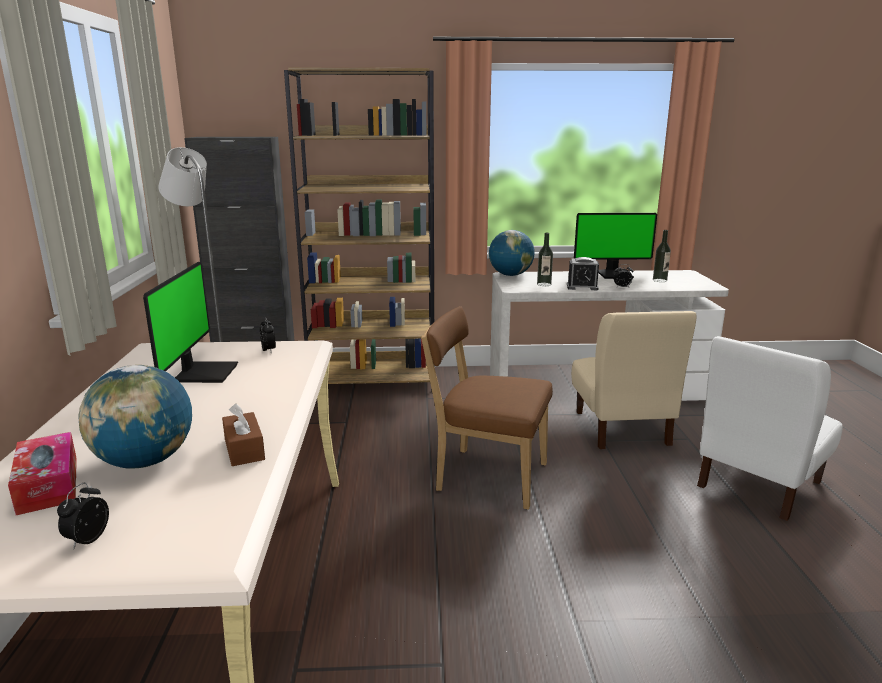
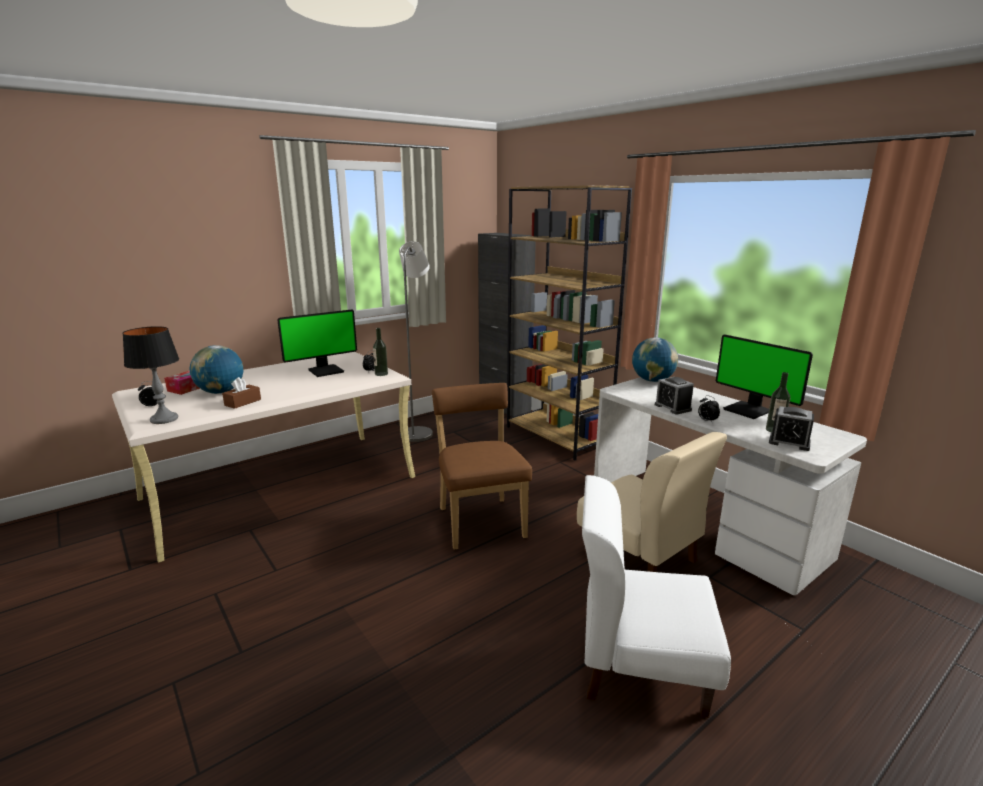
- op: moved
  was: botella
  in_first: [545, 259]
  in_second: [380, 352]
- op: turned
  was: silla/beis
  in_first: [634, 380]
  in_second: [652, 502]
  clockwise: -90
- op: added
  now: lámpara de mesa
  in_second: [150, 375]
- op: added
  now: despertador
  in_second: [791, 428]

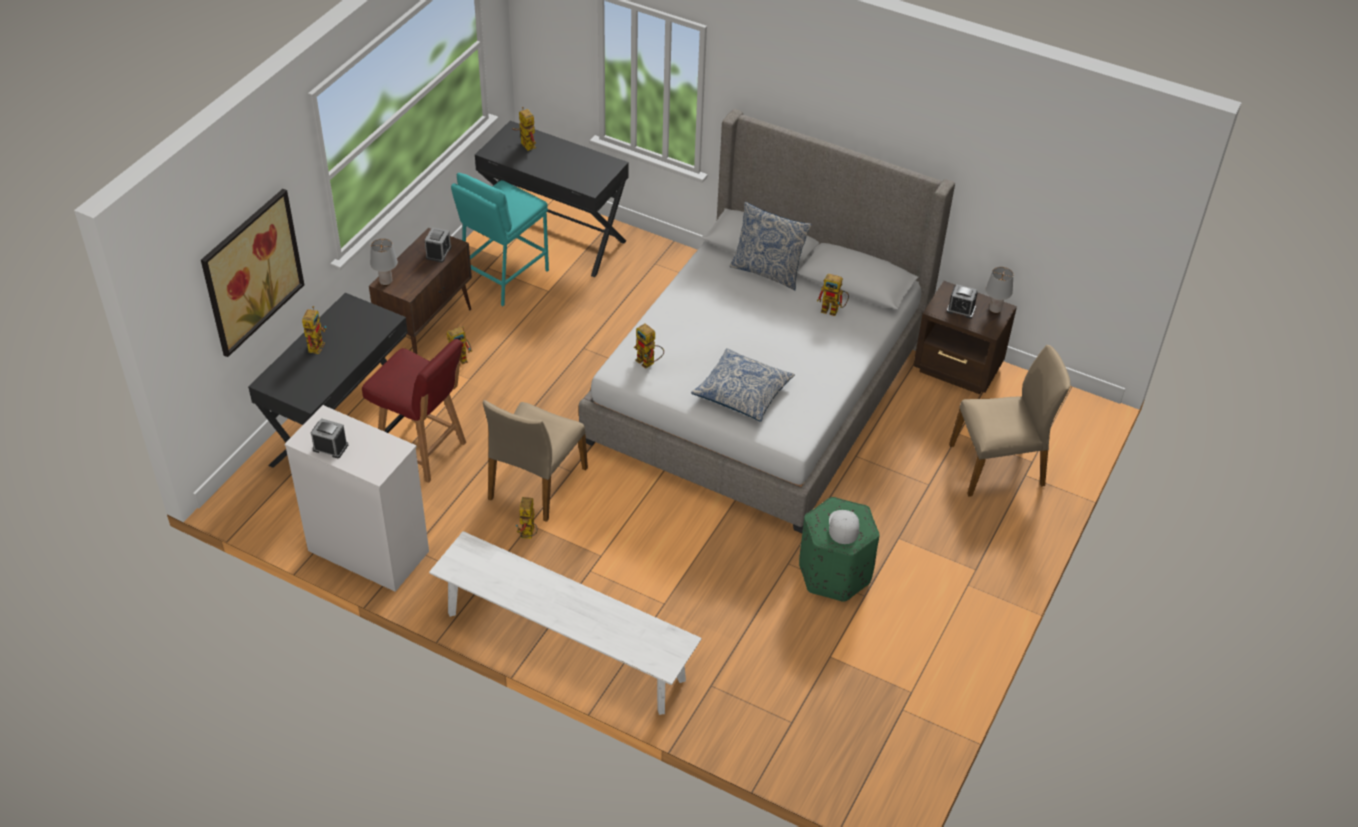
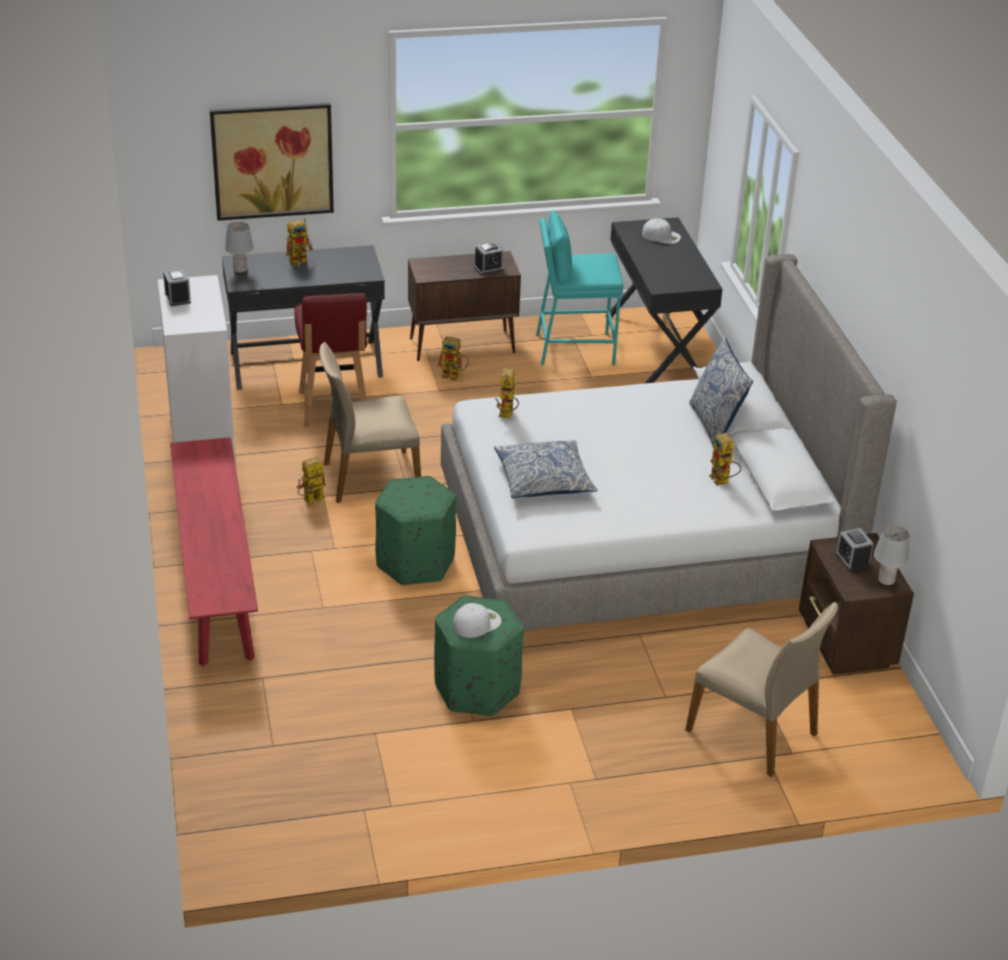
- op: moved
  was: lámpara de mesa/gris
  in_first: [384, 262]
  in_second: [239, 248]
- op: recoloured
  was: banco/blanco
  now: banco/rojo
  in_first: [565, 623]
  in_second: [214, 551]
- op: replaced
  was: robot de juguete
  now: gorra/blanco
  in_first: [524, 129]
  in_second: [661, 231]
- op: added
  now: puf/verde
  in_second: [415, 531]

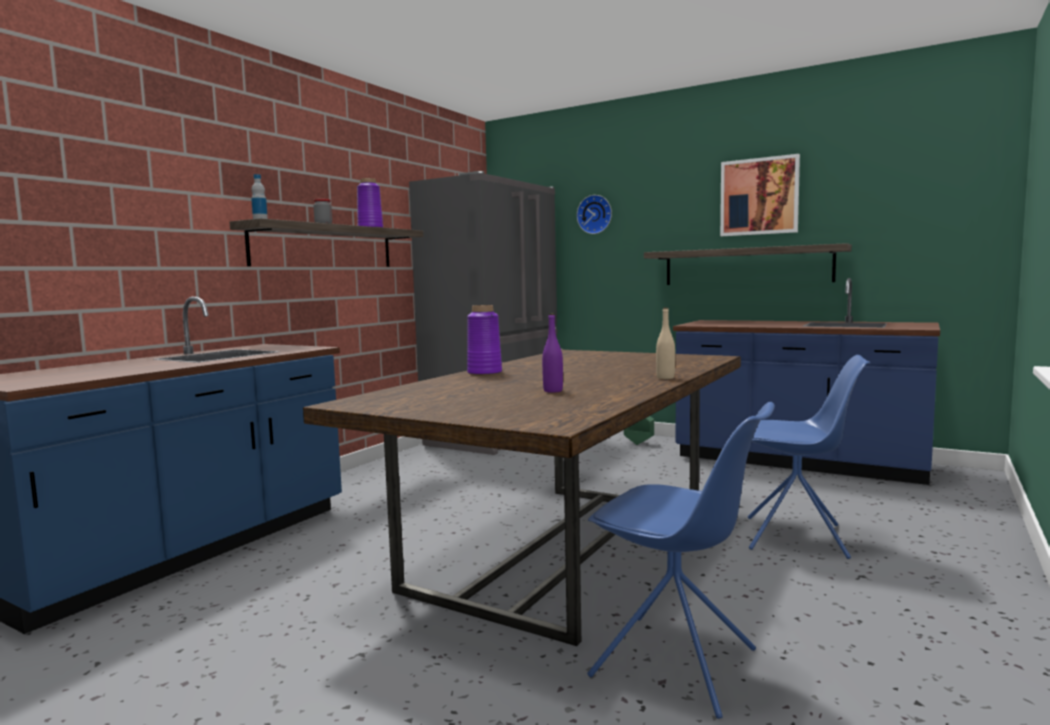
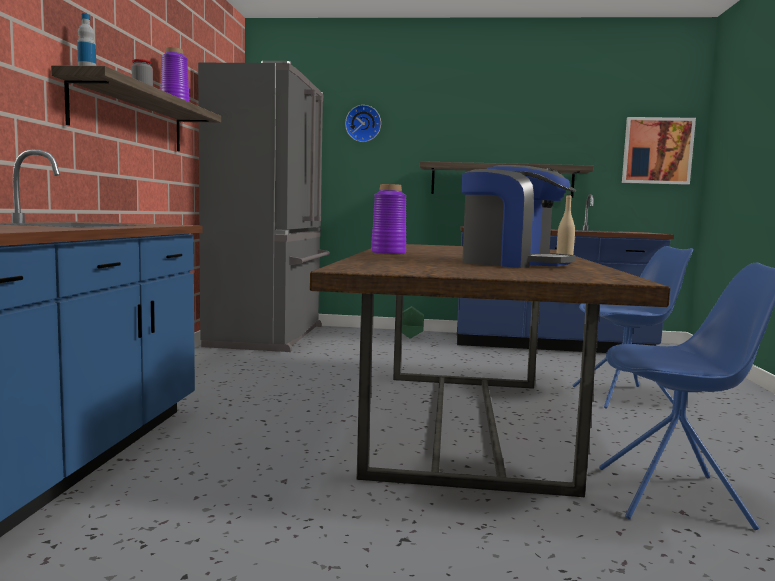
- op: replaced
  was: botella/morado
  now: cafetera
  in_first: [552, 353]
  in_second: [519, 216]
- op: moved
  was: cuadro
  in_first: [760, 195]
  in_second: [659, 151]

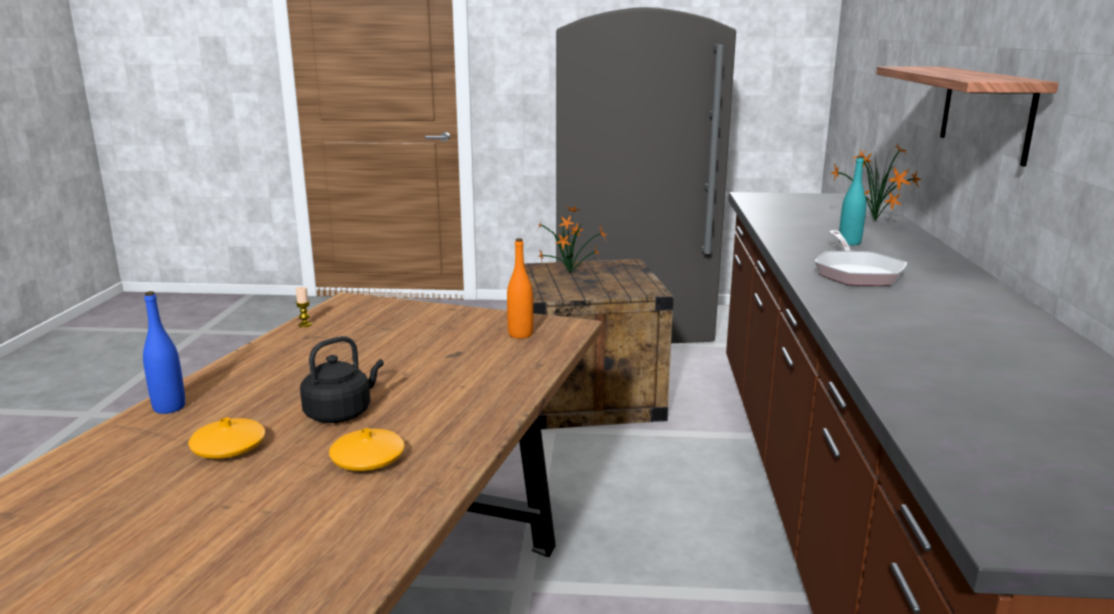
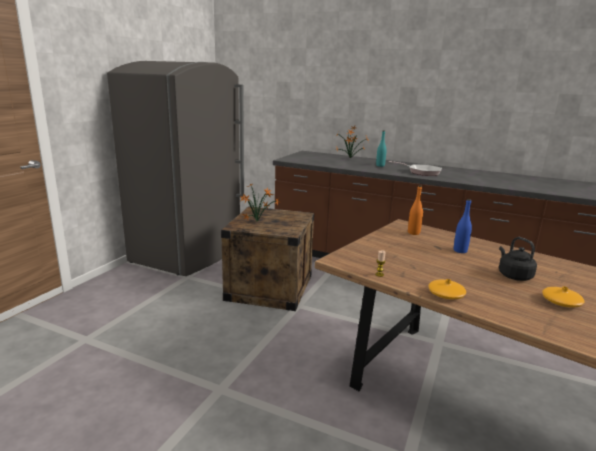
- op: moved
  was: botella/azul
  in_first: [164, 352]
  in_second: [463, 226]
- op: moved
  was: florero/naranja
  in_first: [367, 449]
  in_second: [447, 289]
- op: removed
  was: estante
  in_first: [967, 116]

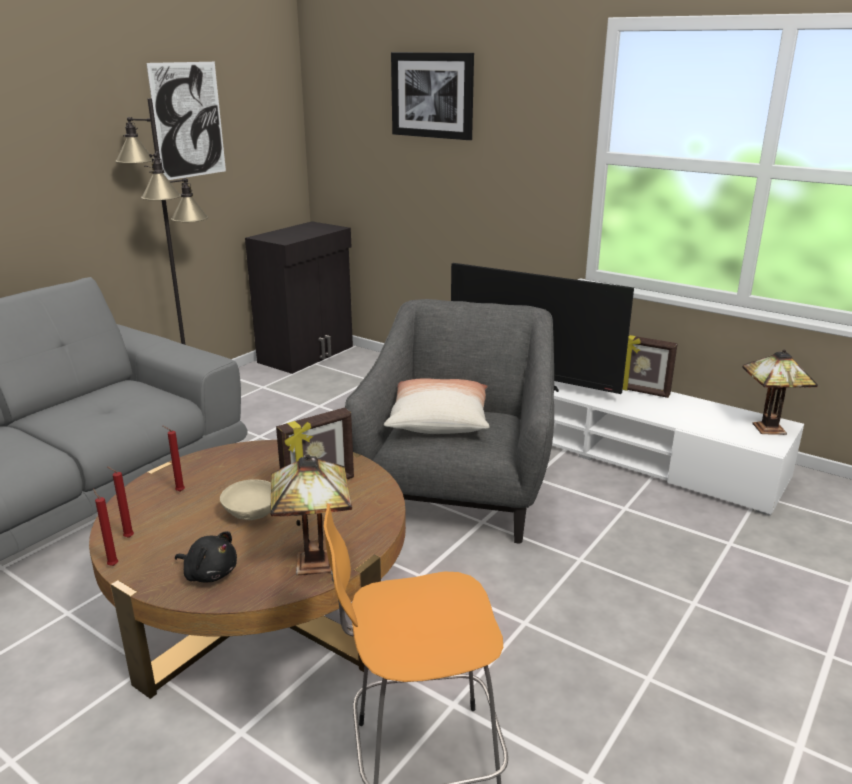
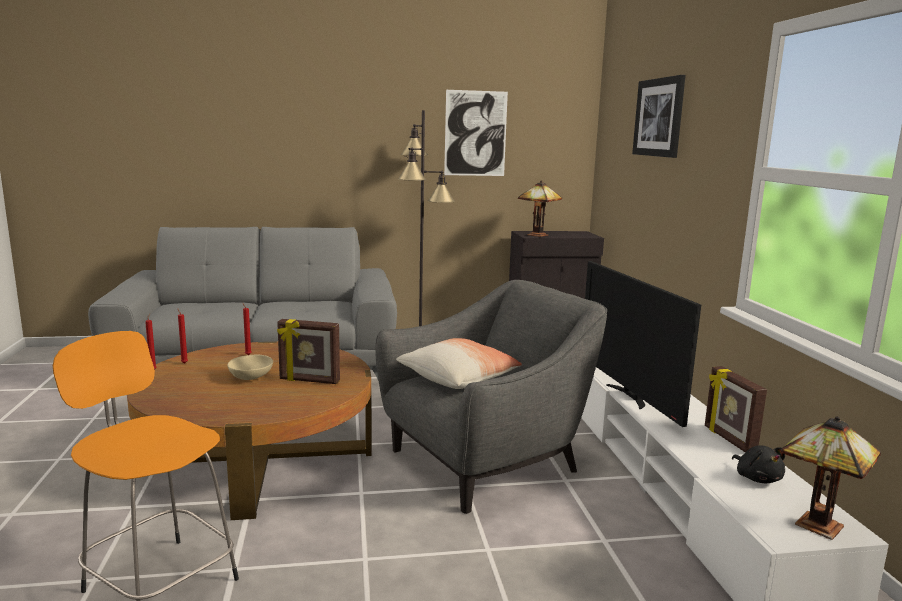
- op: moved
  was: peluche/negro
  in_first: [206, 557]
  in_second: [758, 464]
- op: moved
  was: lámpara de mesa
  in_first: [311, 515]
  in_second: [540, 209]

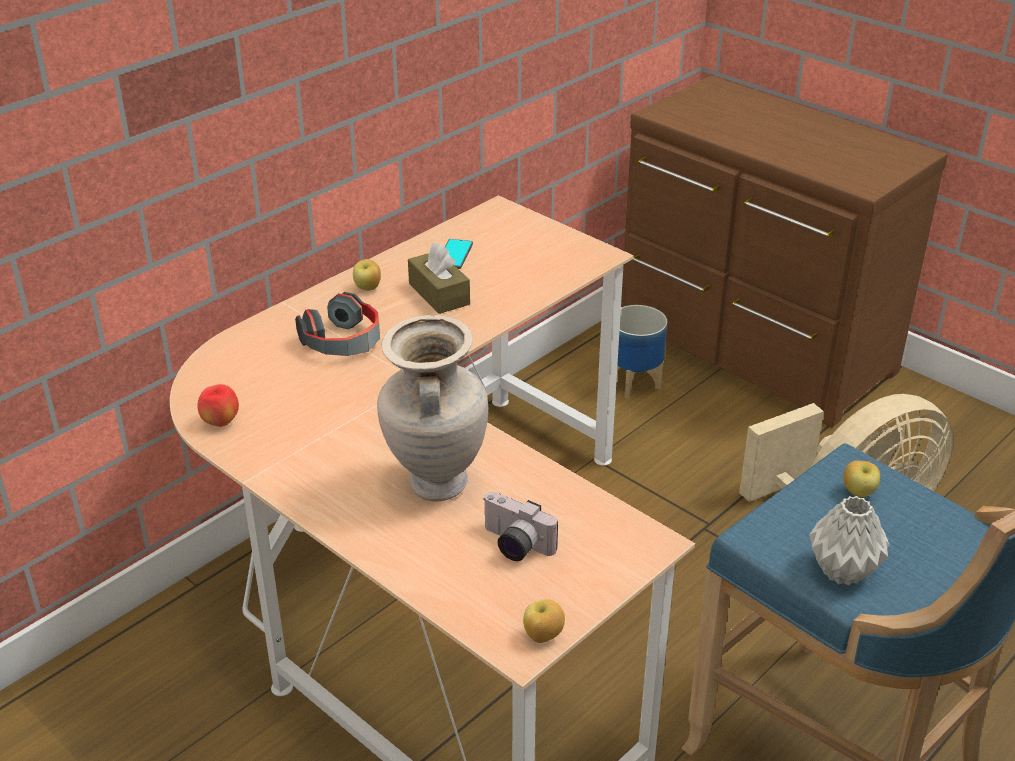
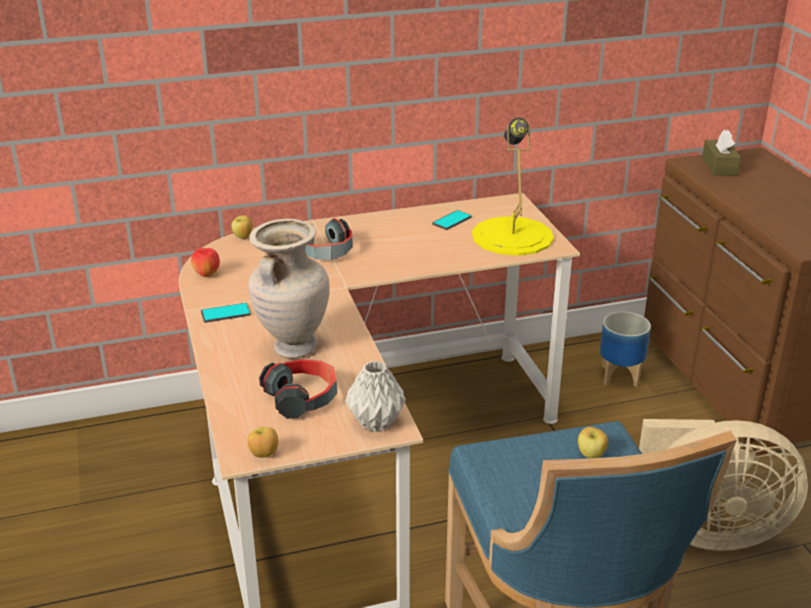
- op: moved
  was: manzana
  in_first: [367, 275]
  in_second: [242, 227]
- op: moved
  was: caja de pañuelos/marrón
  in_first: [439, 278]
  in_second: [721, 153]
- op: replaced
  was: cámara
  now: auriculares
  in_first: [520, 526]
  in_second: [298, 389]
- op: moved
  was: florero/gris
  in_first: [849, 541]
  in_second: [375, 396]
- op: added
  now: móvil
  in_second: [226, 313]
- op: added
  now: lámpara de mesa/amarillo
  in_second: [513, 187]

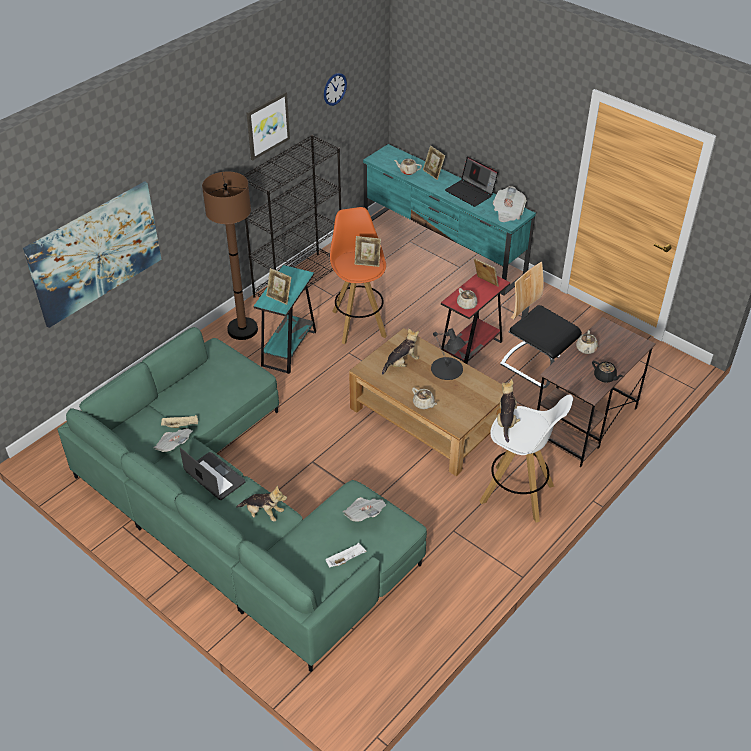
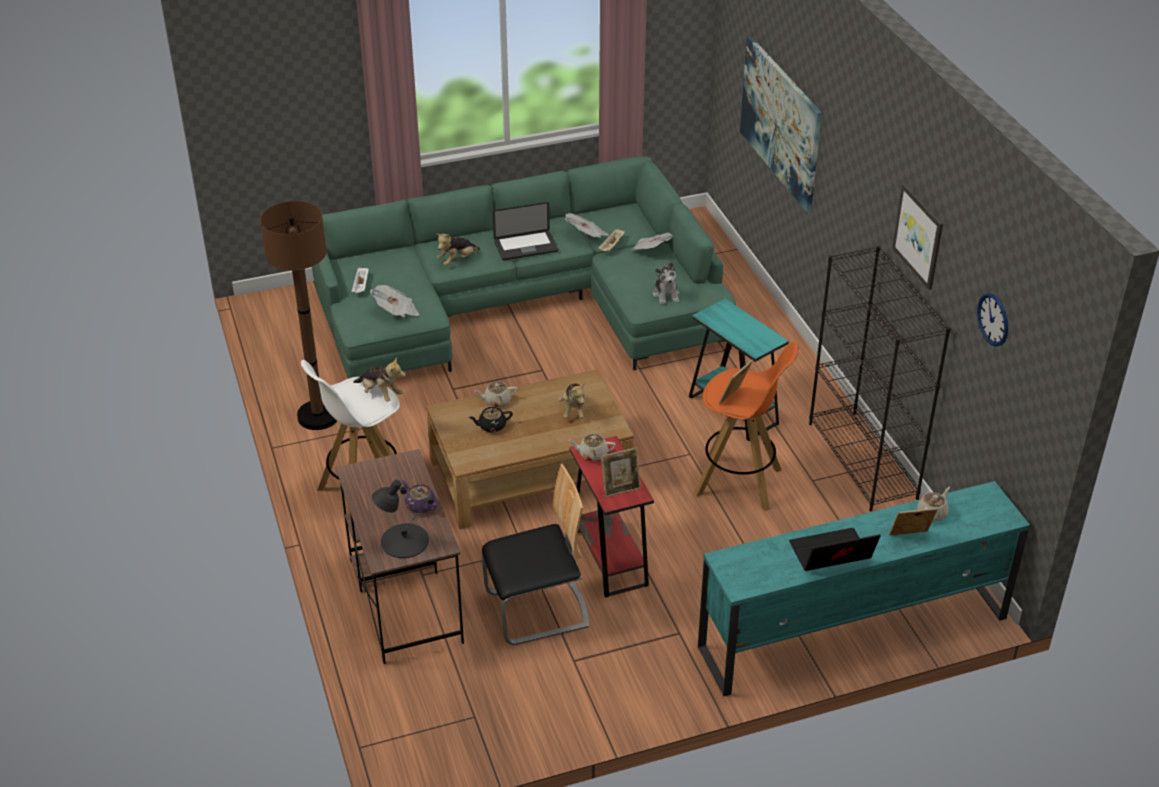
- op: moved
  was: lámpara de pie/marrón
  in_first: [230, 255]
  in_second: [298, 315]
- op: removed
  was: portarretratos
  in_first: [279, 286]
- op: moved
  was: lámpara de mesa/negro
  in_first: [448, 354]
  in_second: [403, 519]
- op: moved
  was: periódico
  in_first: [510, 204]
  in_second: [651, 241]
- op: recoloured
  was: tetera/beis
  now: tetera/morado
  in_first: [587, 342]
  in_second: [419, 496]
- op: moved
  was: tetera/negro
  in_first: [607, 372]
  in_second: [491, 420]
- op: added
  now: peluche
  in_second: [666, 283]

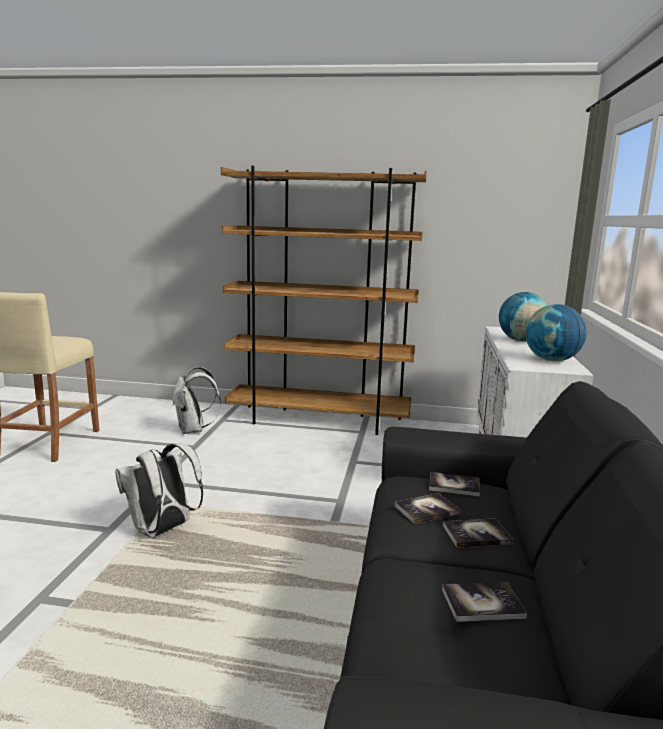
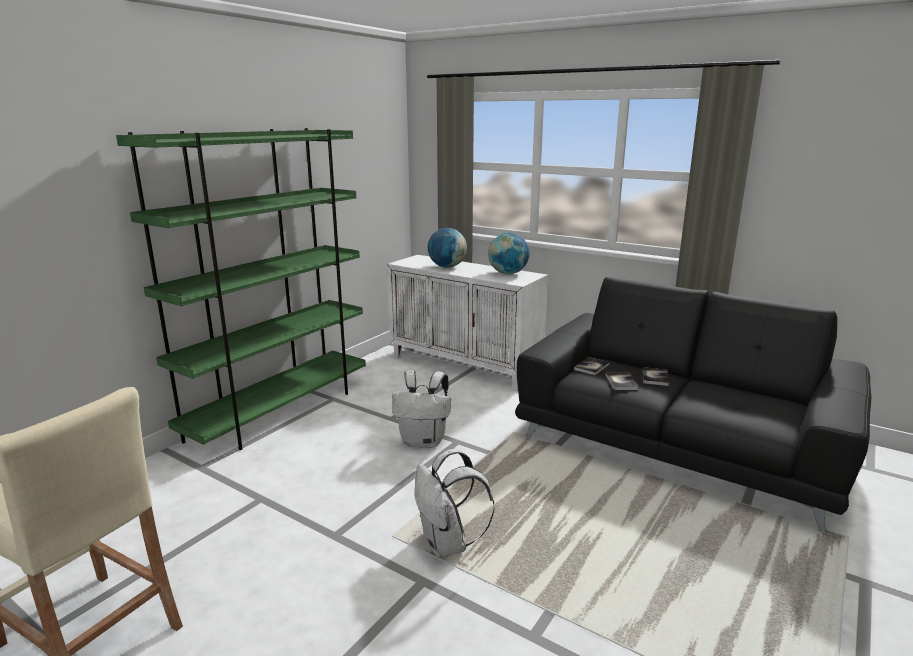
- op: moved
  was: mochila/blanco
  in_first: [196, 400]
  in_second: [421, 409]
- op: recoloured
  was: estantería/marrón
  now: estantería/verde
  in_first: [324, 300]
  in_second: [241, 289]
- op: removed
  was: libro
  in_first: [484, 602]

